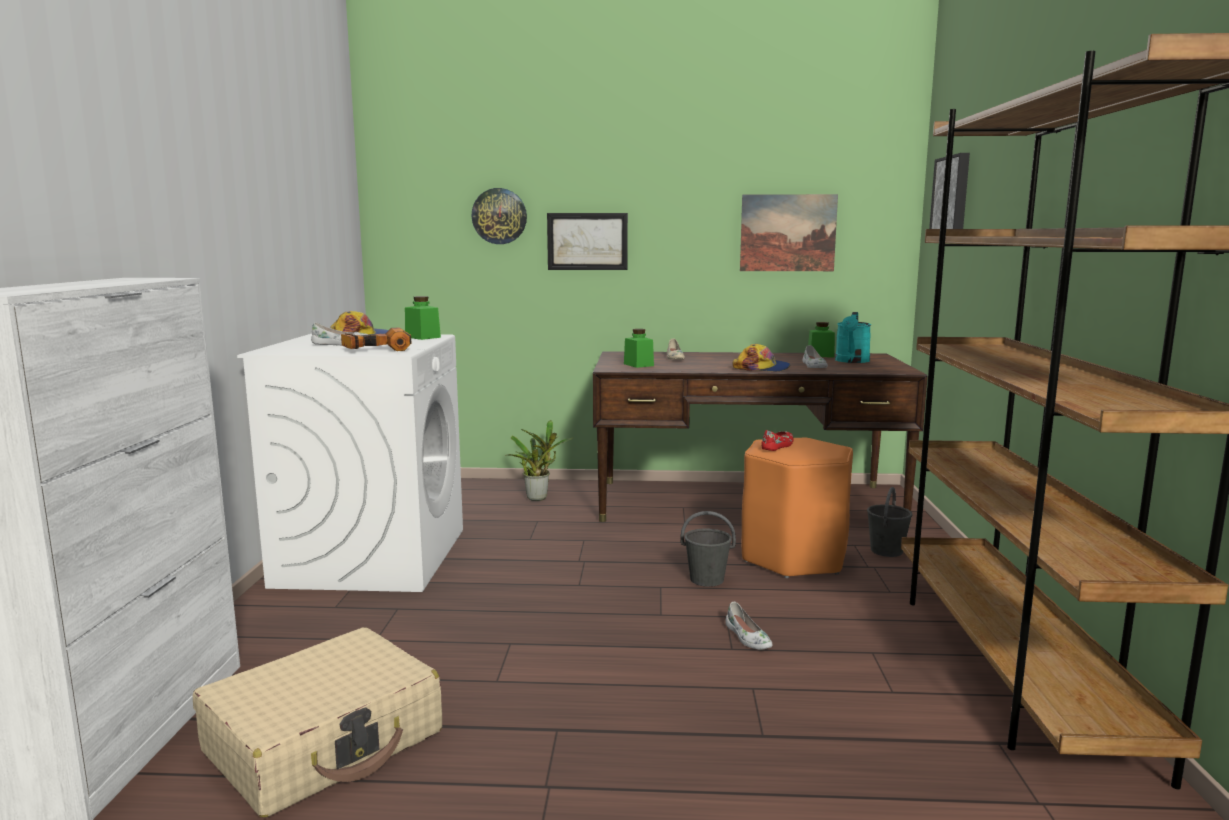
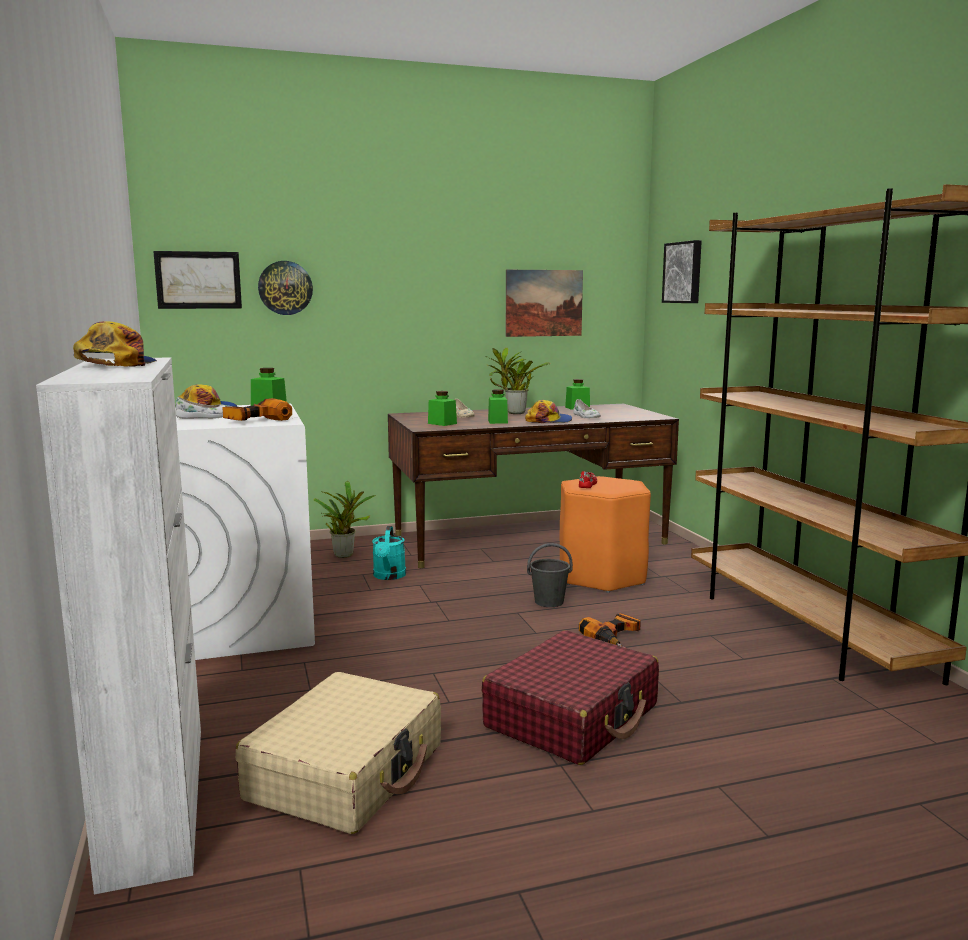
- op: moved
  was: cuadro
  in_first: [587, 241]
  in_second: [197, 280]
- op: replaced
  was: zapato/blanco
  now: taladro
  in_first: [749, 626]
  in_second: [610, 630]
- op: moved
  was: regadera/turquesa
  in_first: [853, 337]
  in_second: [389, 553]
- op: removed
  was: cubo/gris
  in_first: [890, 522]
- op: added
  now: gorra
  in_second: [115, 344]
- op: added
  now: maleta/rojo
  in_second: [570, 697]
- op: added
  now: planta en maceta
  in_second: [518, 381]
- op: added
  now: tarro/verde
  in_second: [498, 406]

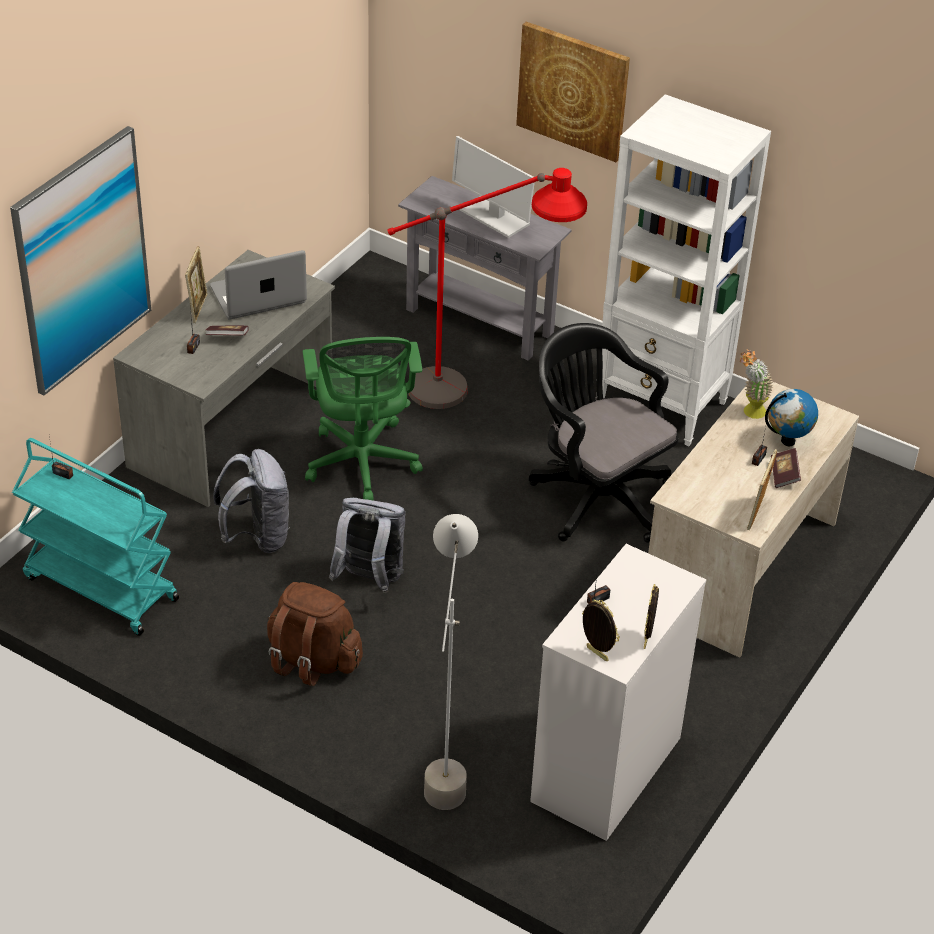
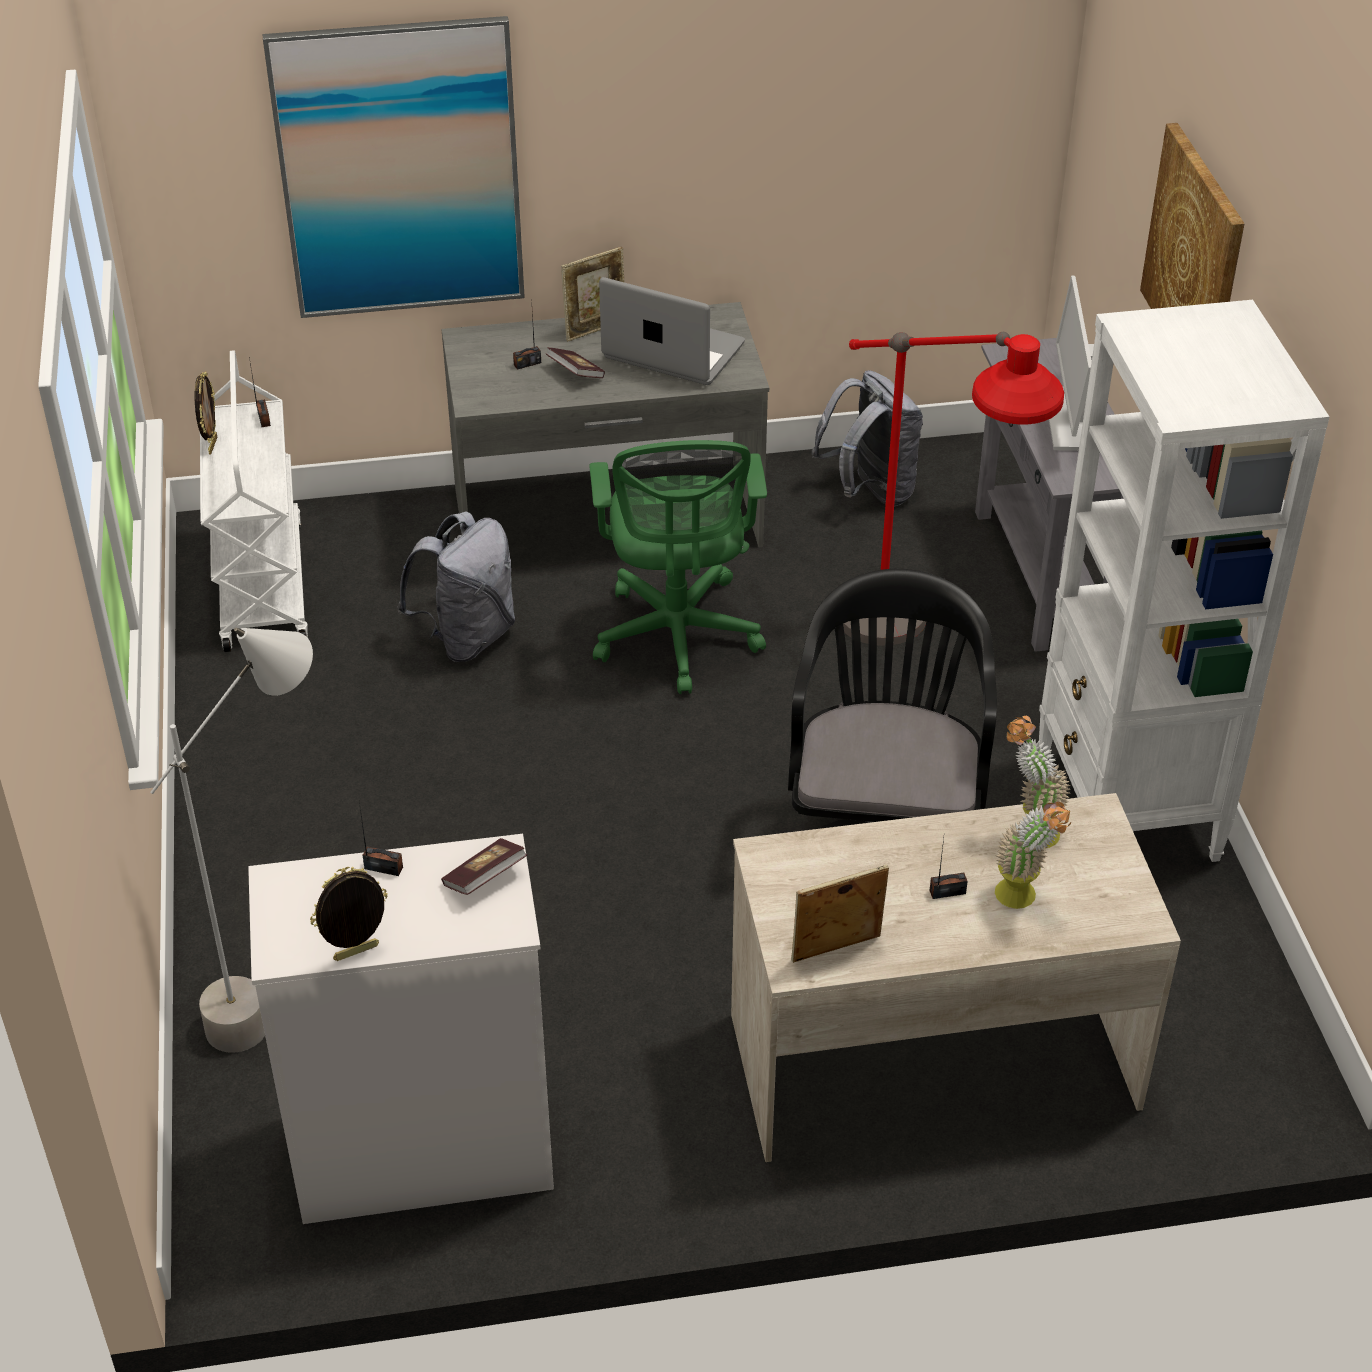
- op: recoloured
  was: carrito/turquesa
  now: carrito/blanco
  in_first: [95, 537]
  in_second: [254, 501]
- op: removed
  was: mochila/marrón
  in_first: [315, 634]
- op: turned
  was: silla de oficina/verde
  in_first: [363, 418]
  in_second: [678, 567]
  clockwise: -45
- op: moved
  was: mochila/gris
  in_first: [367, 545]
  in_second: [867, 438]
- op: moved
  was: portarretratos
  in_first: [601, 630]
  in_second: [206, 413]
- op: replaced
  was: globo terráqueo
  now: planta en maceta
  in_first: [791, 417]
  in_second: [1033, 855]
- op: moved
  was: libro
  in_first: [786, 468]
  in_second: [484, 866]

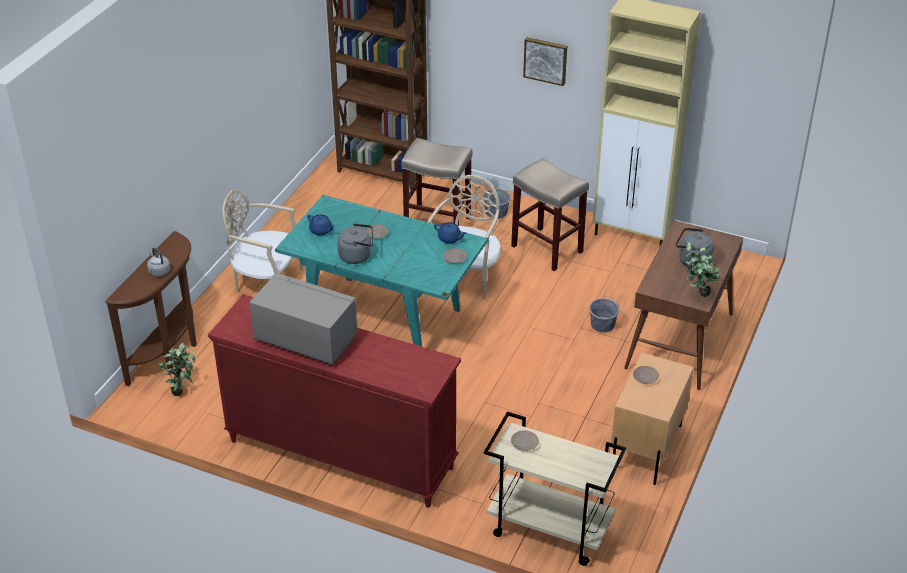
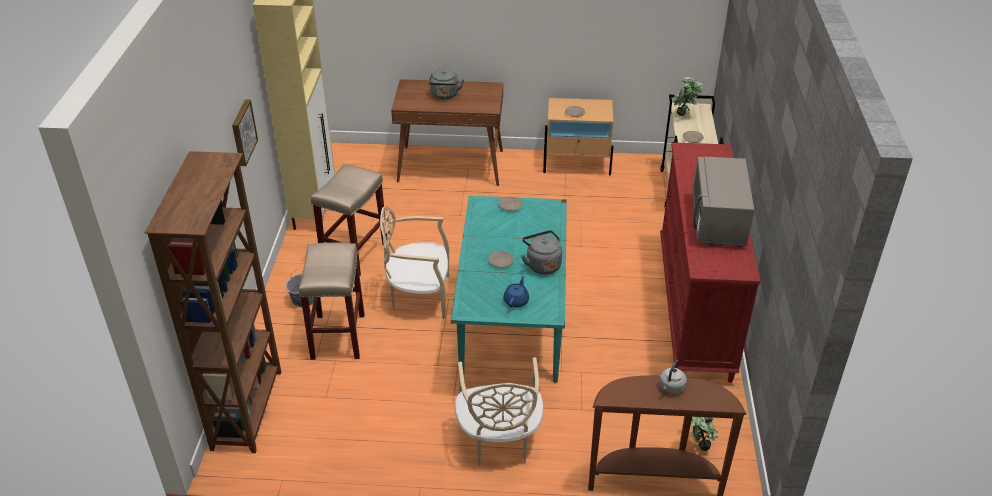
- op: removed
  was: tetera/azul
  in_first: [450, 233]
- op: removed
  was: cubo/gris
  in_first: [604, 314]
- op: moved
  was: planta en maceta
  in_first: [703, 269]
  in_second: [688, 96]

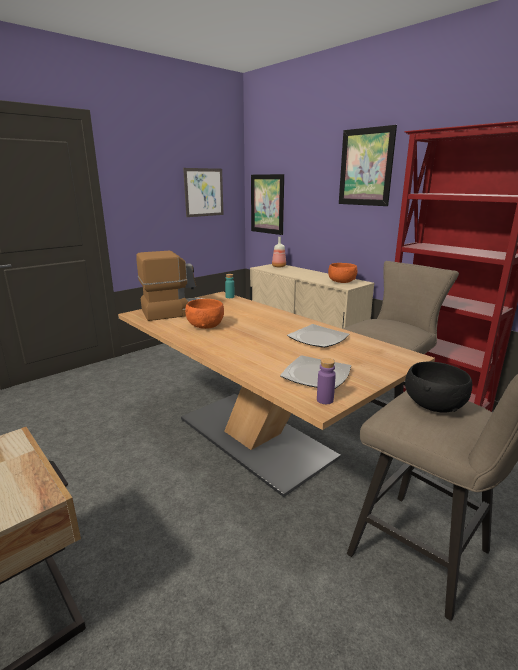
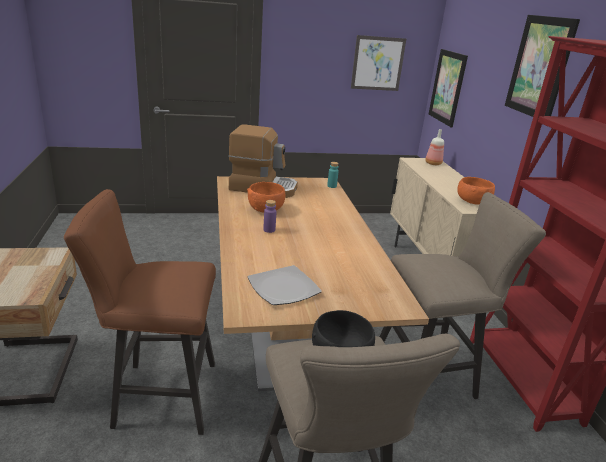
- op: removed
  was: plato
  in_first: [318, 336]
- op: moved
  was: botella/morado
  in_first: [326, 381]
  in_second: [269, 216]
- op: added
  now: taburete/marrón
  in_second: [140, 312]

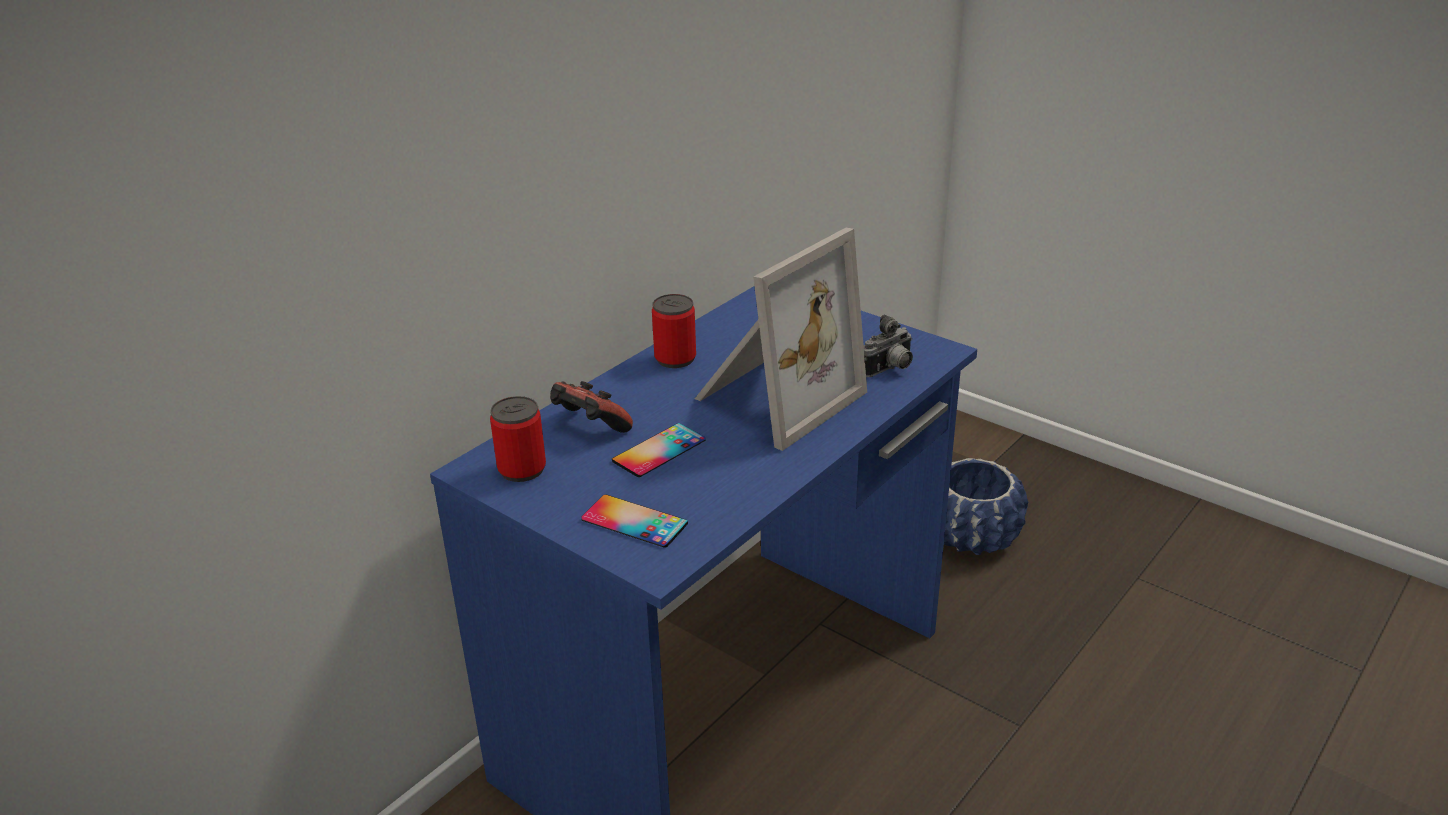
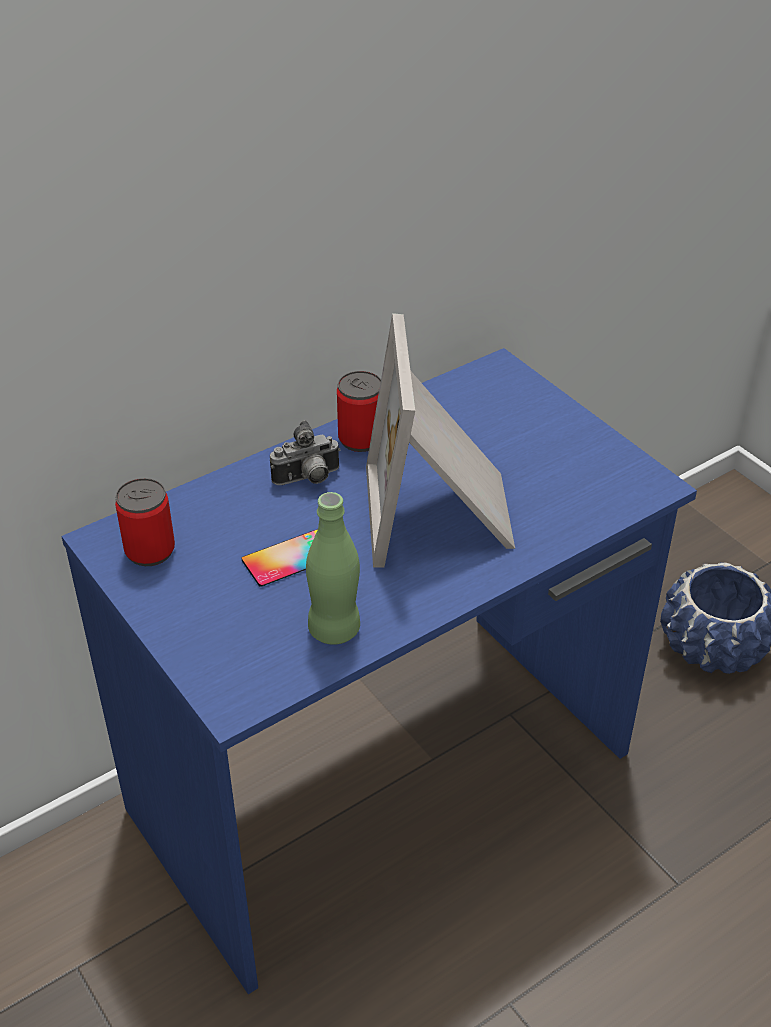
- op: removed
  was: mando de consola
  in_first: [591, 407]
- op: removed
  was: móvil
  in_first: [634, 521]
- op: turned
  was: portarretratos
  in_first: [781, 339]
  in_second: [440, 440]
  clockwise: 120
- op: moved
  was: cámara
  in_first: [888, 346]
  in_second: [305, 452]
- op: added
  now: botella/verde
  in_second: [333, 568]

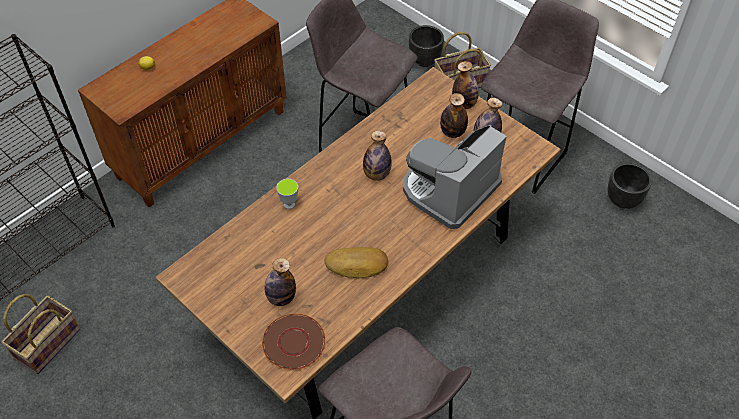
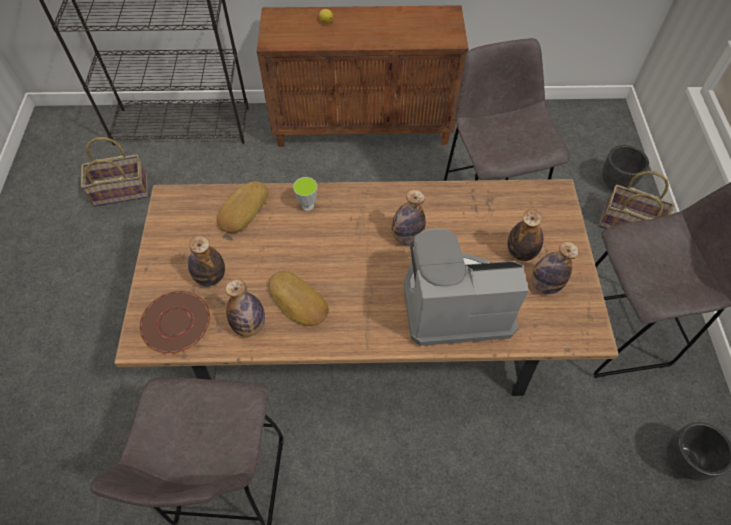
- op: moved
  was: botella
  in_first: [465, 85]
  in_second: [245, 308]
- op: added
  now: pan
  in_second: [242, 207]

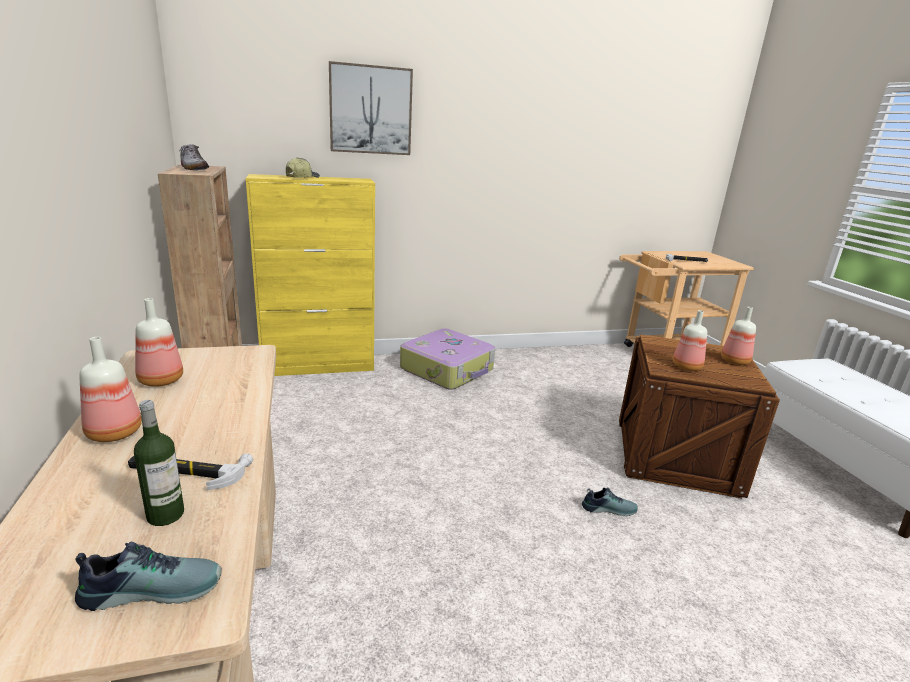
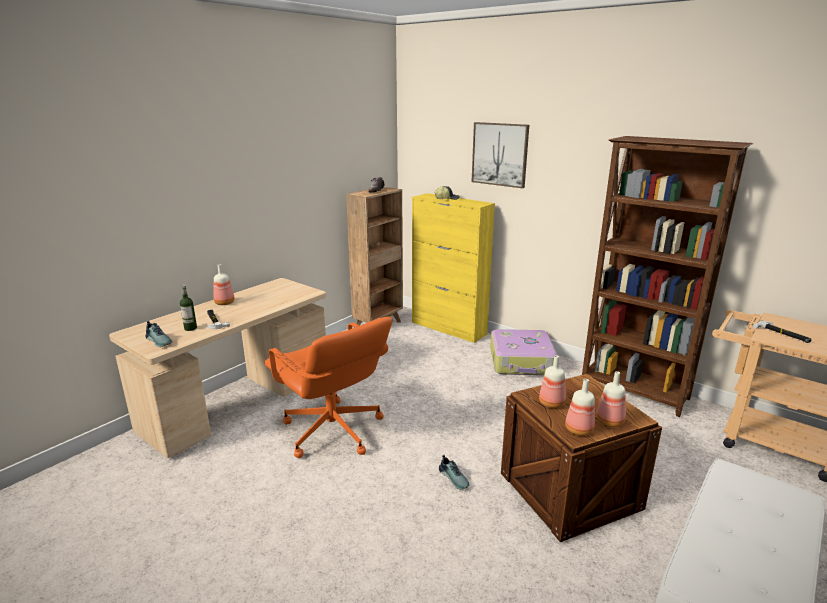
- op: moved
  was: botella
  in_first: [159, 342]
  in_second: [580, 407]
- op: added
  now: silla de oficina/naranja
  in_second: [329, 387]
- op: added
  now: estantería/marrón
  in_second: [667, 276]

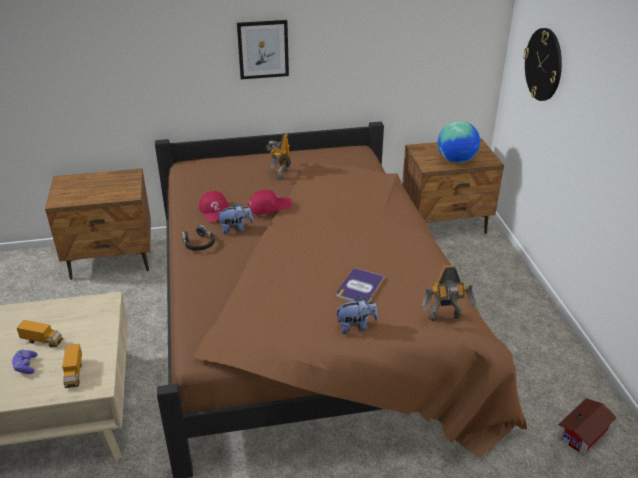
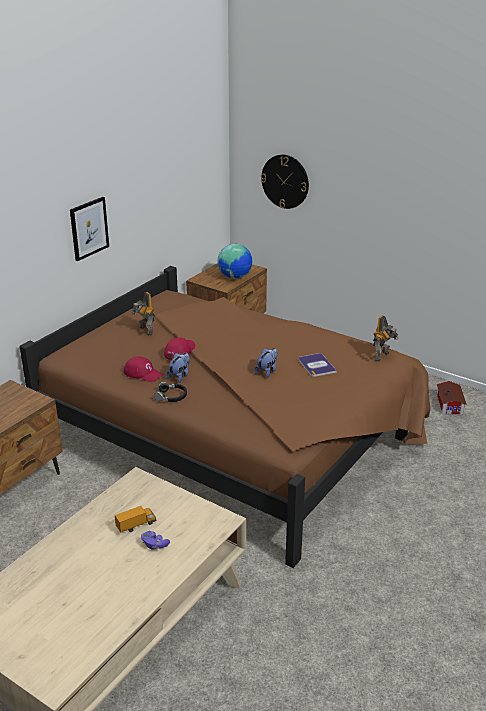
- op: removed
  was: camión de juguete
  in_first: [72, 366]
- op: moved
  was: peluche
  in_first: [356, 315]
  in_second: [266, 363]

